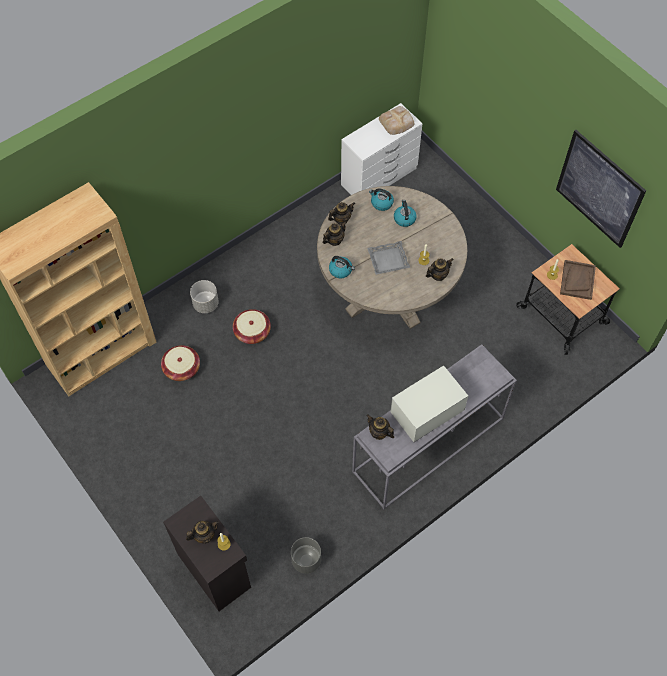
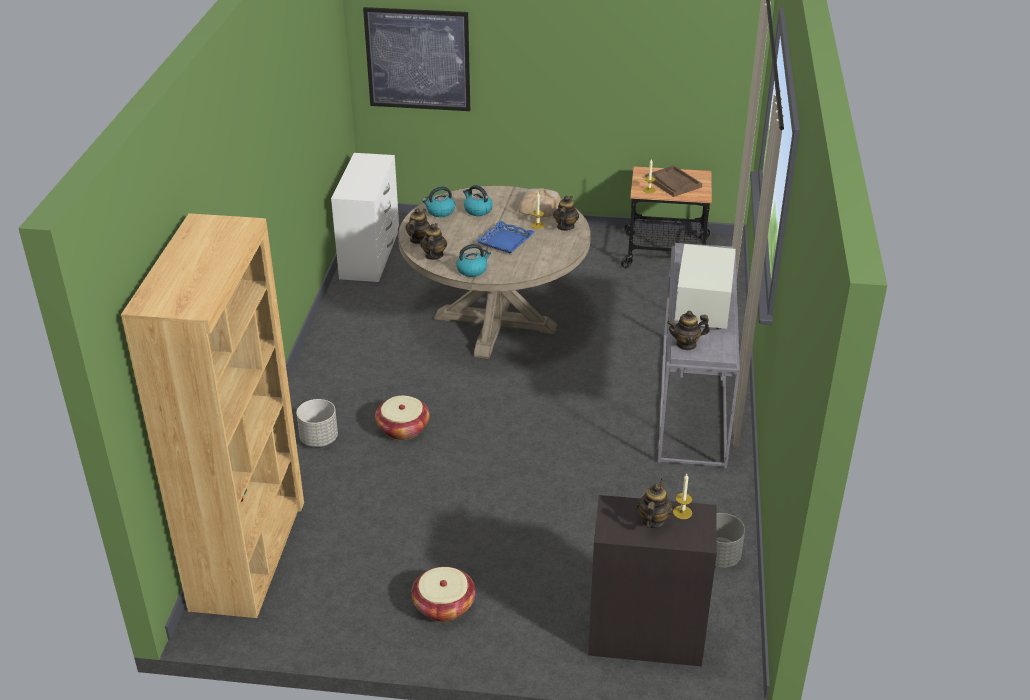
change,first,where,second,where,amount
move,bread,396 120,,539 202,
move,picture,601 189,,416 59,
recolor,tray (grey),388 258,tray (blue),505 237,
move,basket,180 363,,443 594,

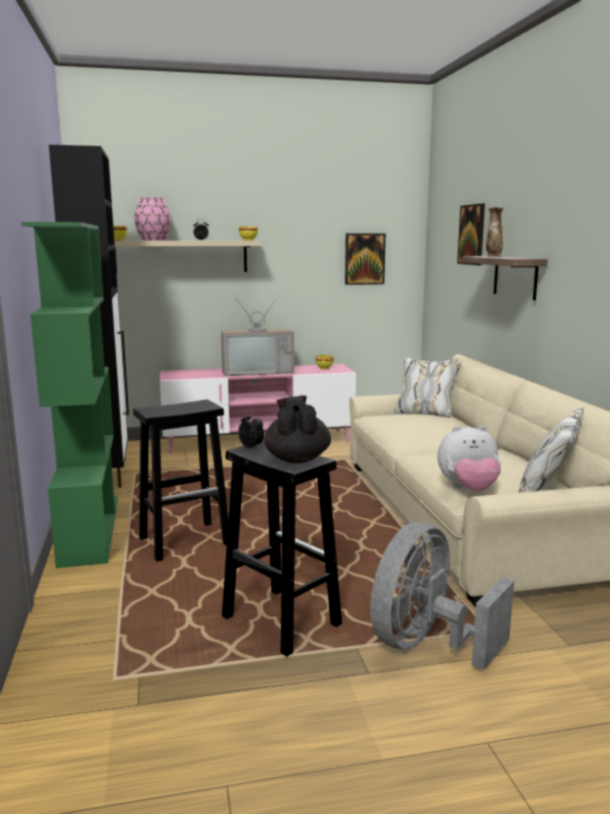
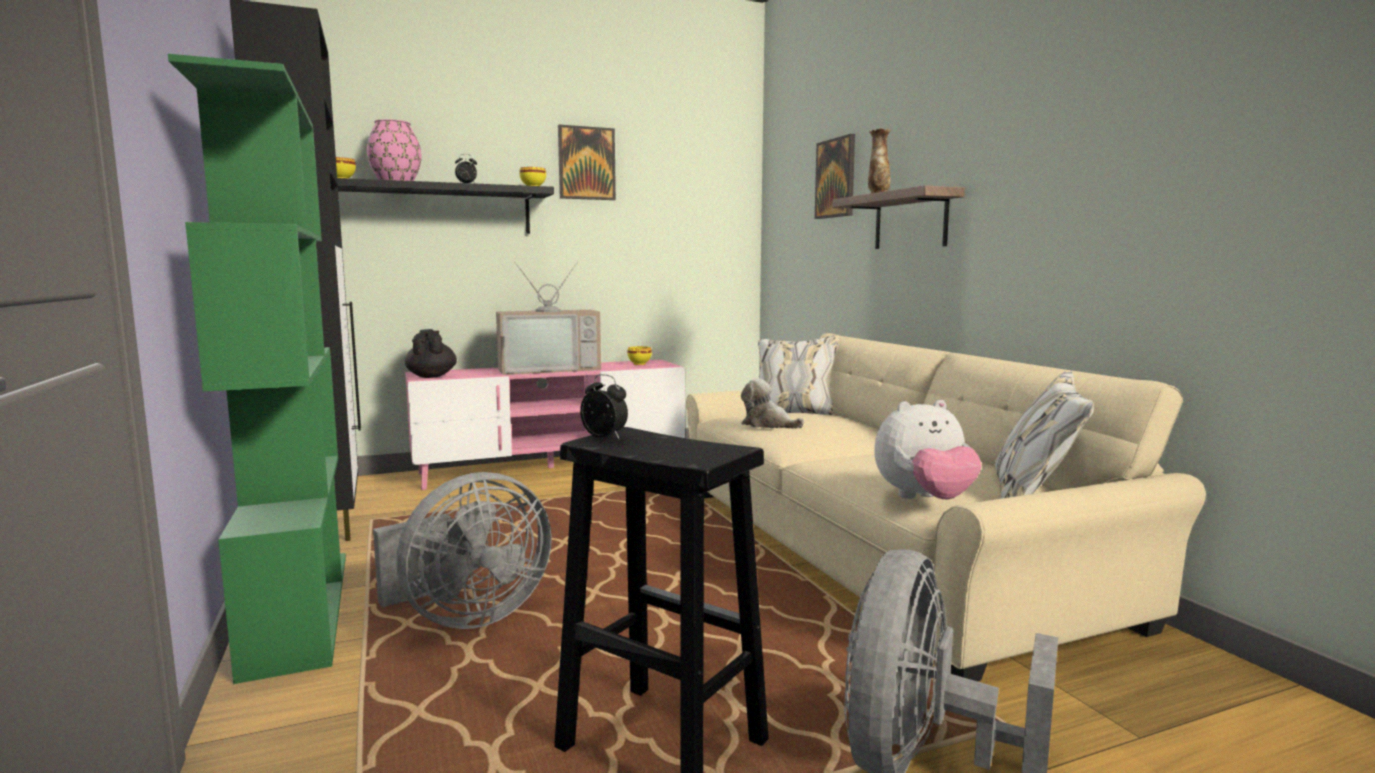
change,first,where,second,where,amount
move,picture,365 259,,587 162,
recolor,shelf (beige),188 256,shelf (black),445 206,
move,teapot (black),297 429,,431 353,
replace,stool (black),180 480,fan (grey),462 550,
insert,,,plush toy,772 404,

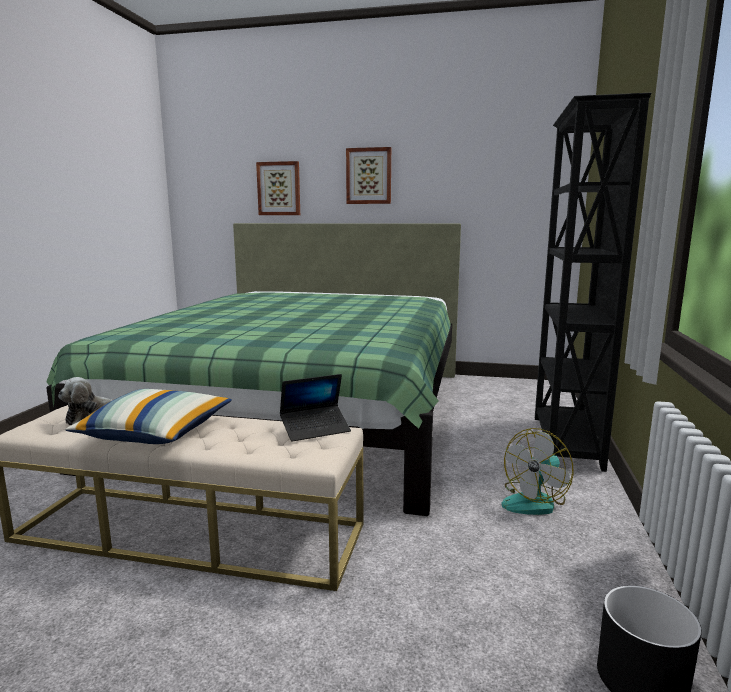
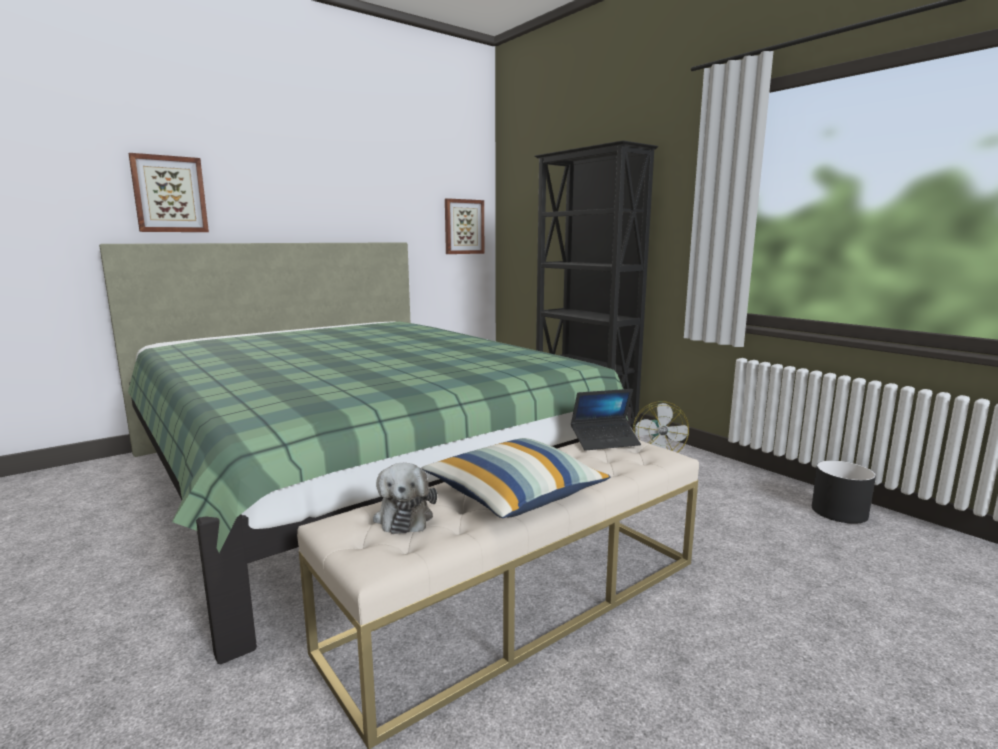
change,first,where,second,where,amount
move,picture,368 175,,464 226,
rotate,laptop,315 408,,606 420,60 degrees clockwise

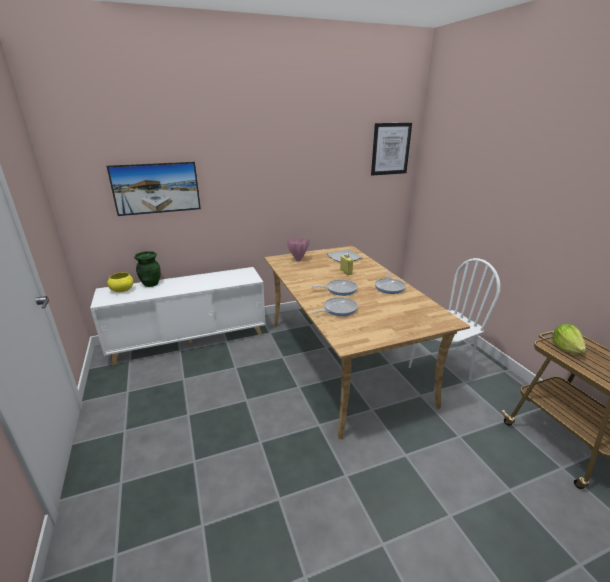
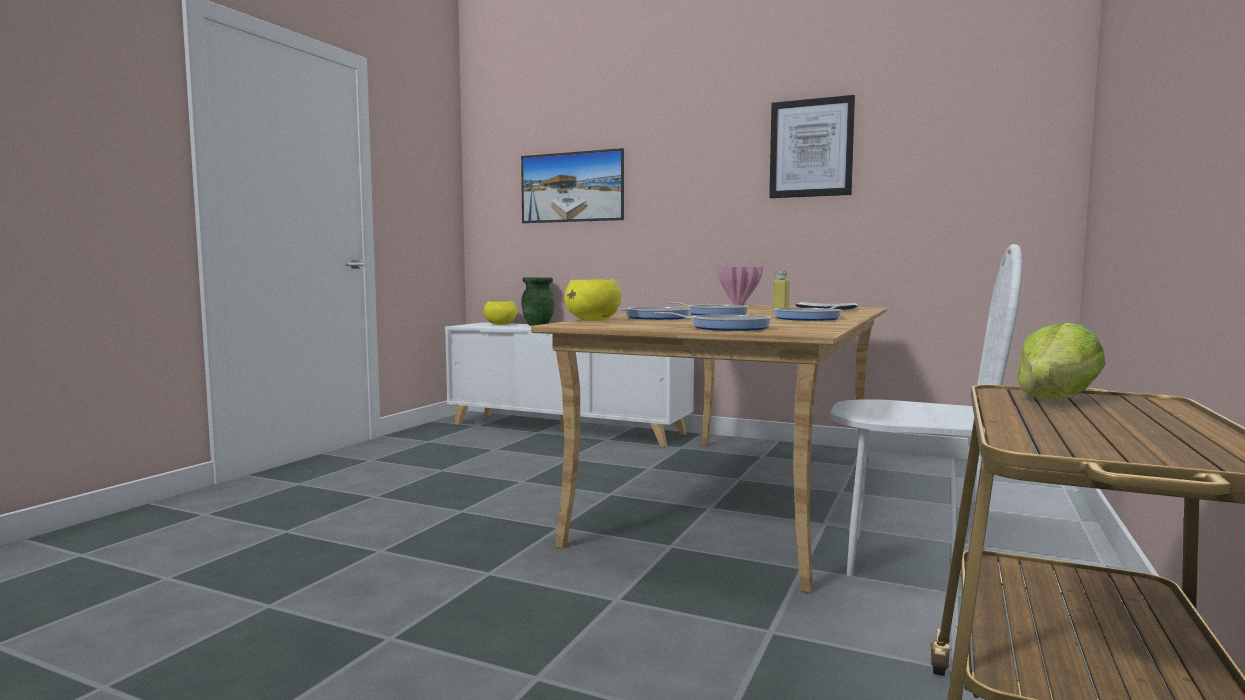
change,first,where,second,where,amount
move,picture,391 149,,812 146,
insert,,,bowl (yellow),593 300,
insert,,,frying pan,712 321,

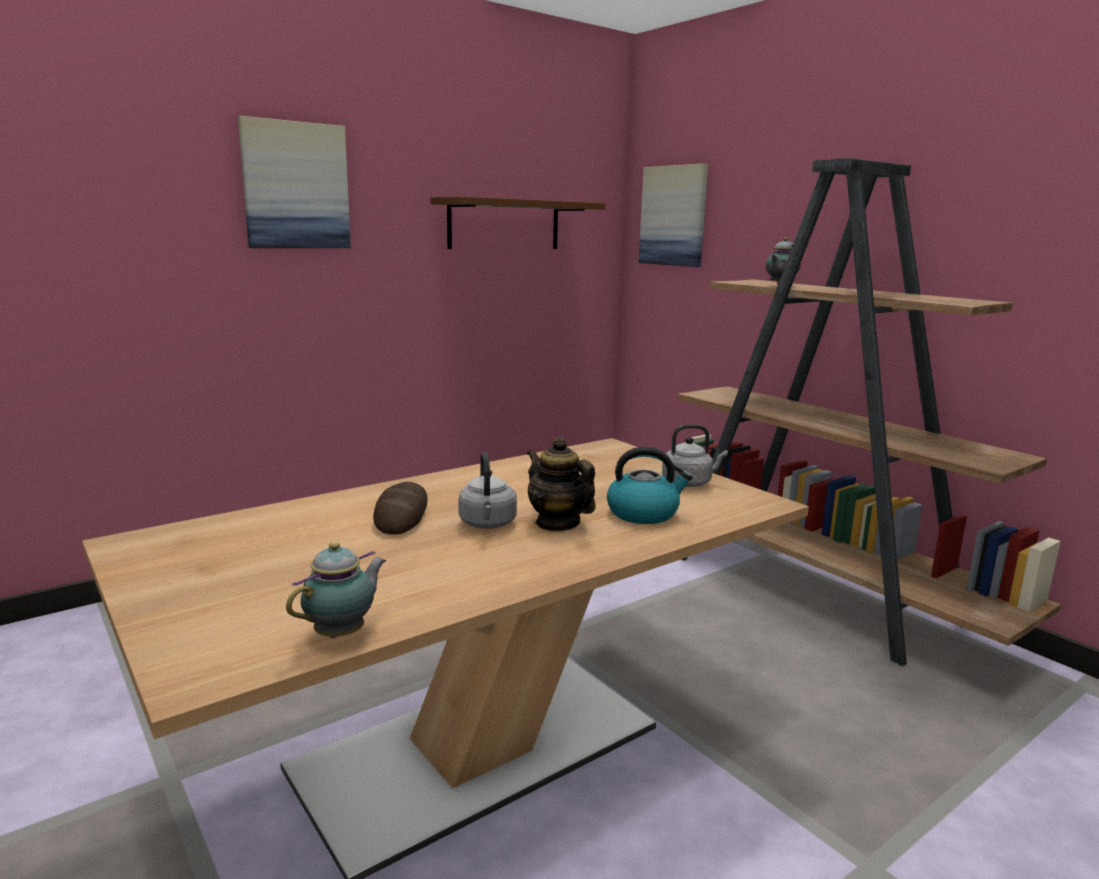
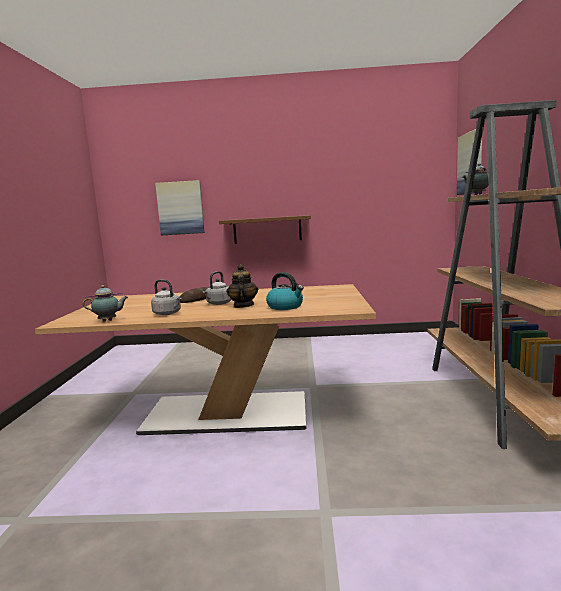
change,first,where,second,where,amount
move,picture,294 182,,180 207,
move,shelf (brown),517 222,,265 229,
move,kettle (grey),695 455,,166 297,

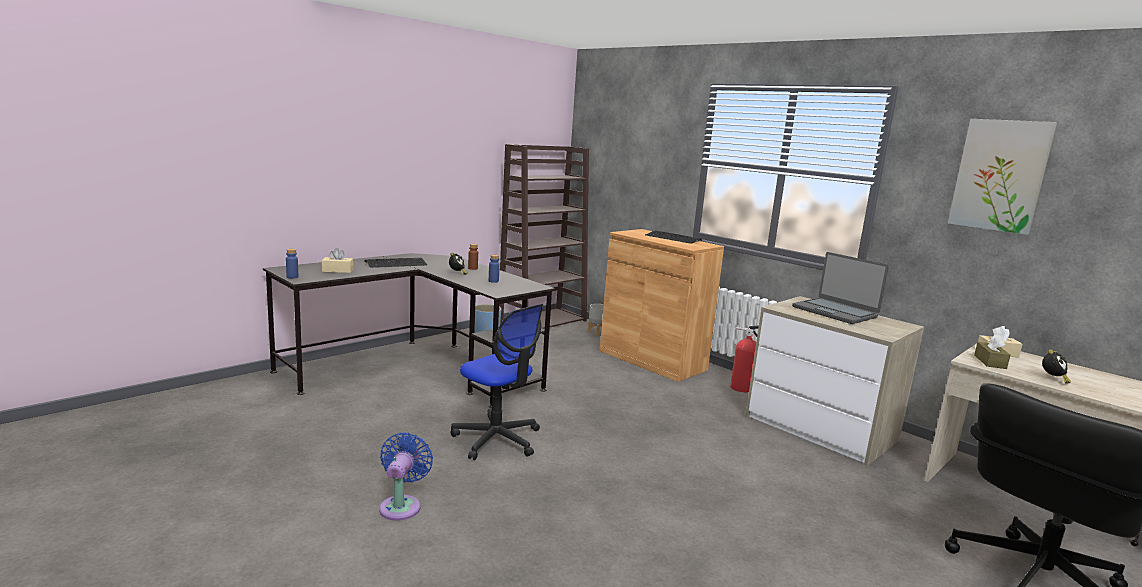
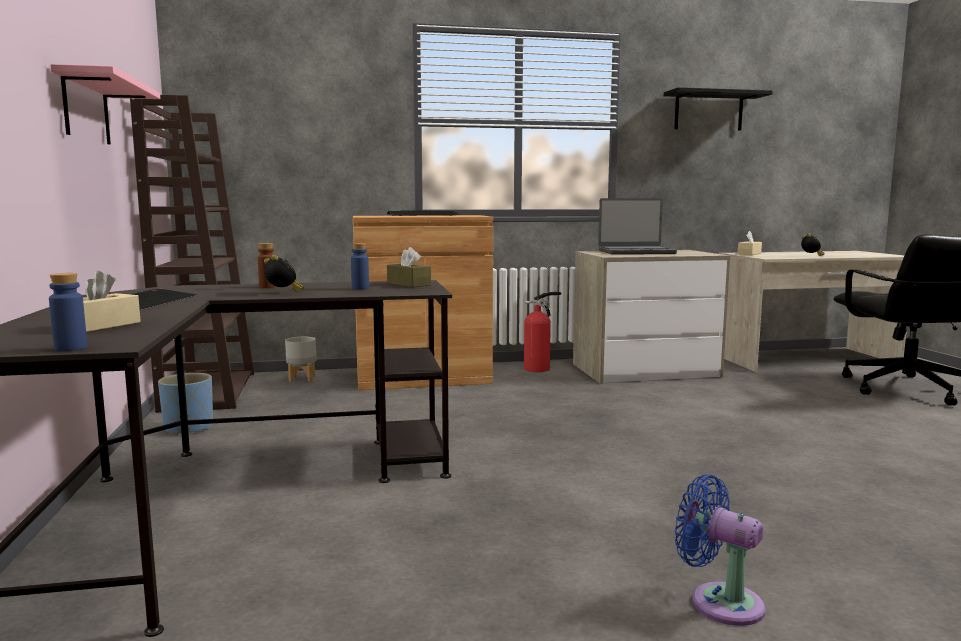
change,first,where,second,where,amount
replace,picture,1002 177,shelf (black),718 109,
delete,office chair,497 382,,,
move,tissue box (brown),992 351,,409 267,
insert,,,shelf (pink),105 104,

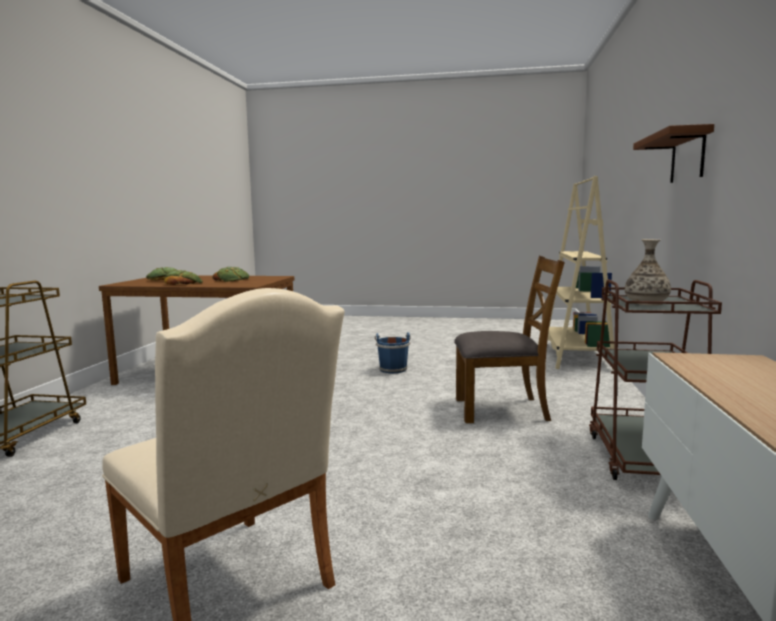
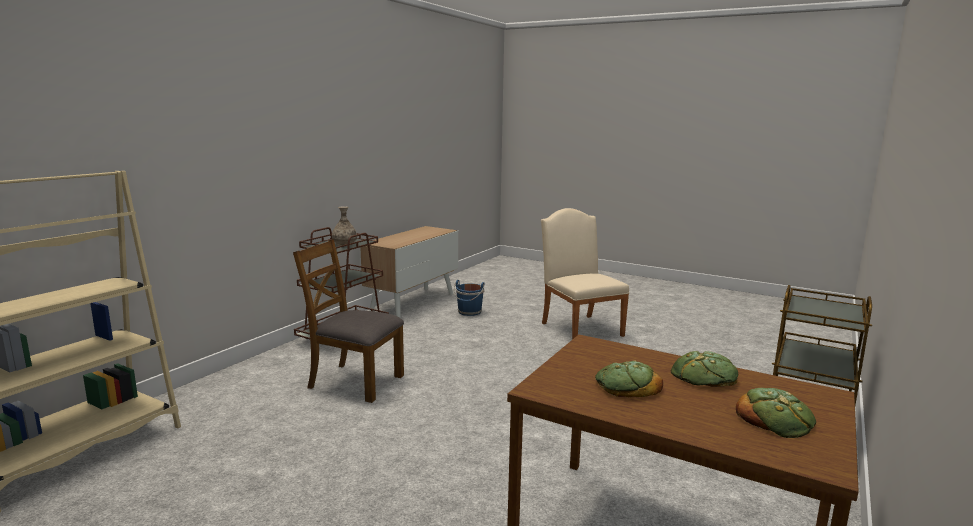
change,first,where,second,where,amount
delete,shelf (brown),673 153,,,
move,bucket (blue),392 353,,469 298,

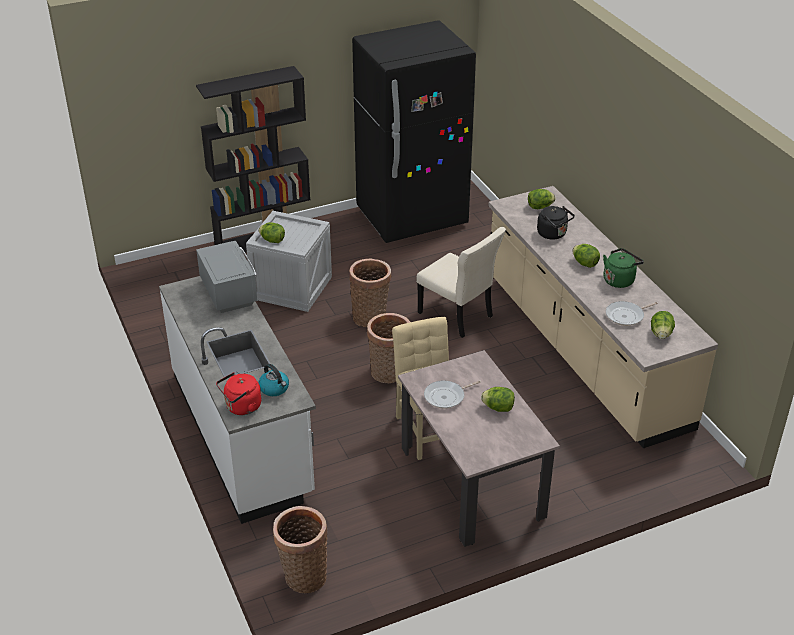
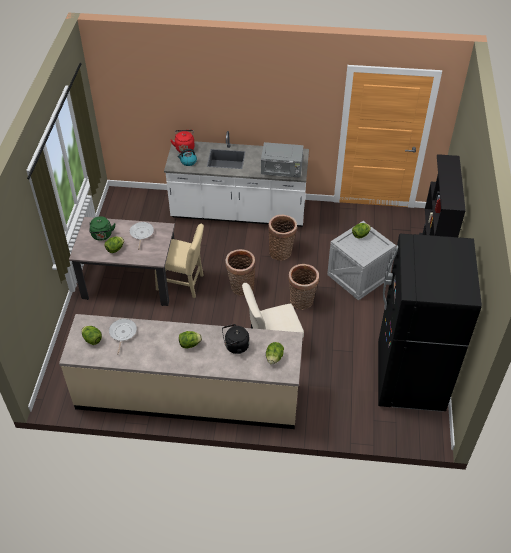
change,first,where,second,where,amount
move,kettle (green),623 268,,102 228,
move,basket,300 549,,282 238,

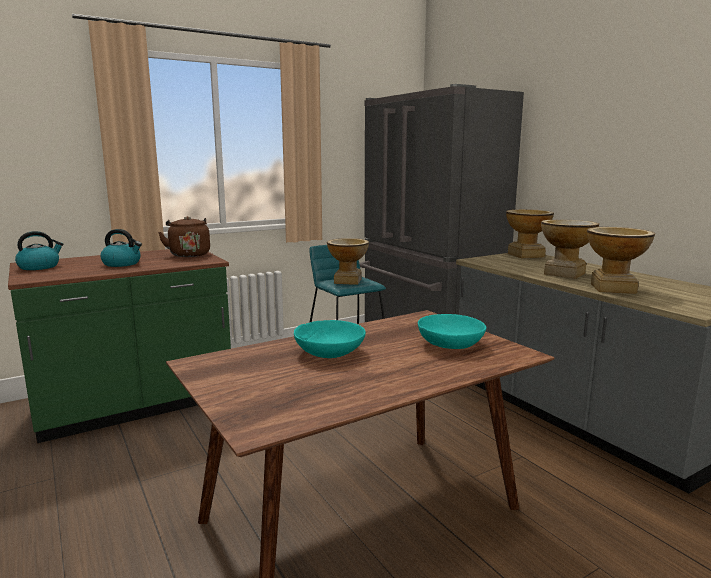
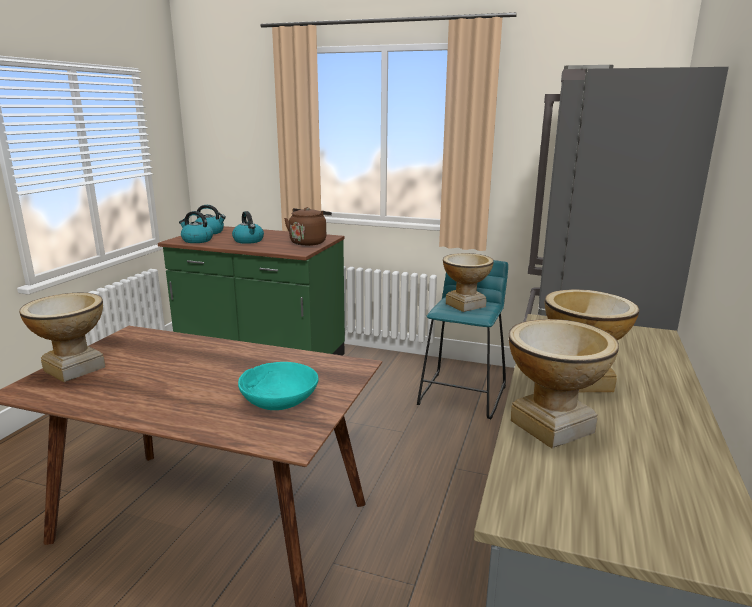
change,first,where,second,where,amount
move,vase,530 233,,62 337,
delete,bowl (turquoise),330 339,,,
insert,,,kettle,196 227,

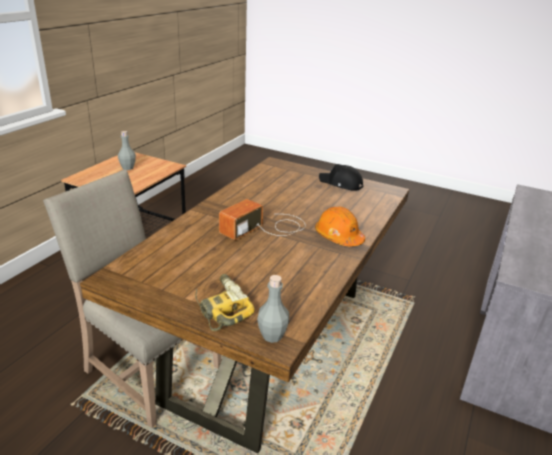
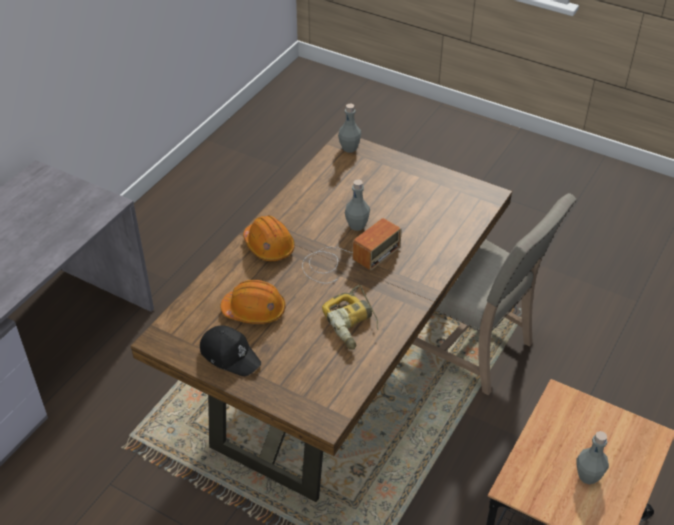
change,first,where,second,where,amount
move,power drill,225 302,,350 317,
insert,,,bottle (grey),357 205,
insert,,,hard hat (orange),253 302,

